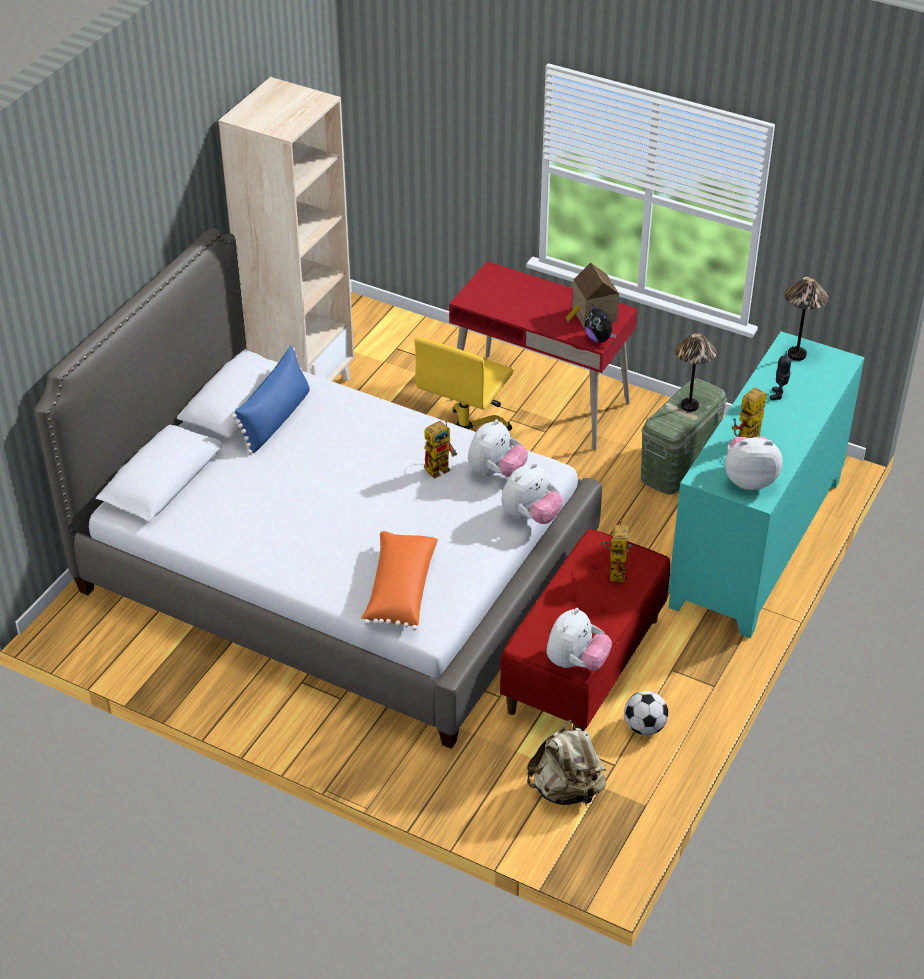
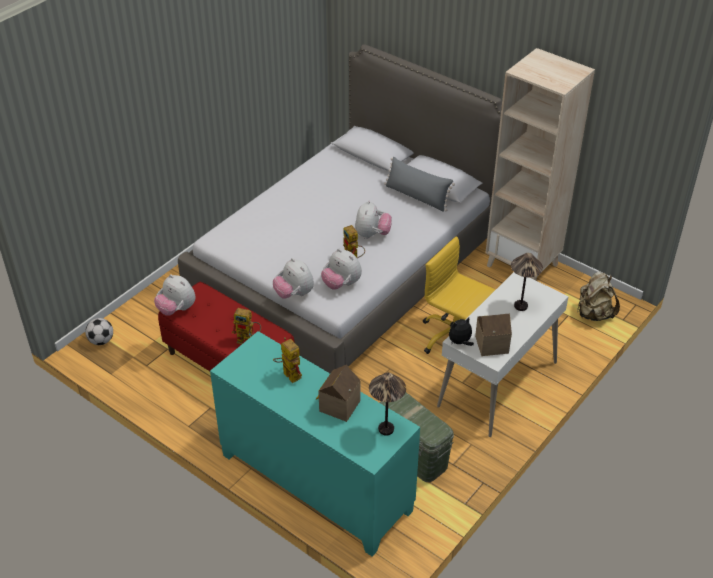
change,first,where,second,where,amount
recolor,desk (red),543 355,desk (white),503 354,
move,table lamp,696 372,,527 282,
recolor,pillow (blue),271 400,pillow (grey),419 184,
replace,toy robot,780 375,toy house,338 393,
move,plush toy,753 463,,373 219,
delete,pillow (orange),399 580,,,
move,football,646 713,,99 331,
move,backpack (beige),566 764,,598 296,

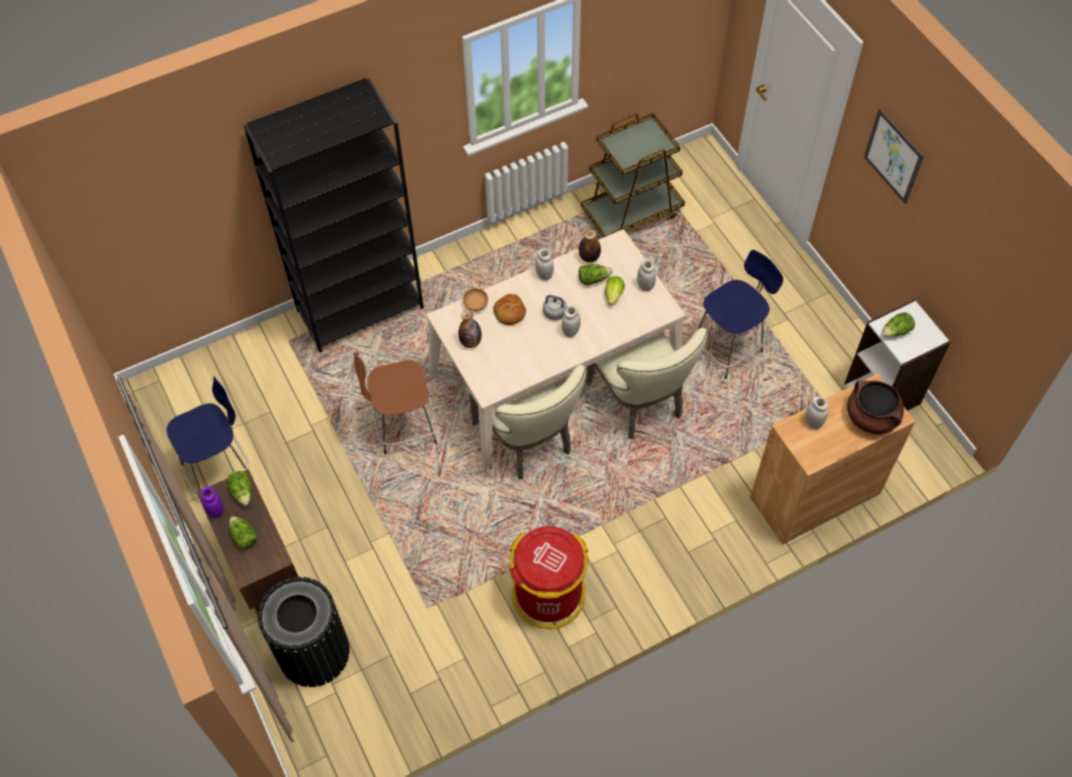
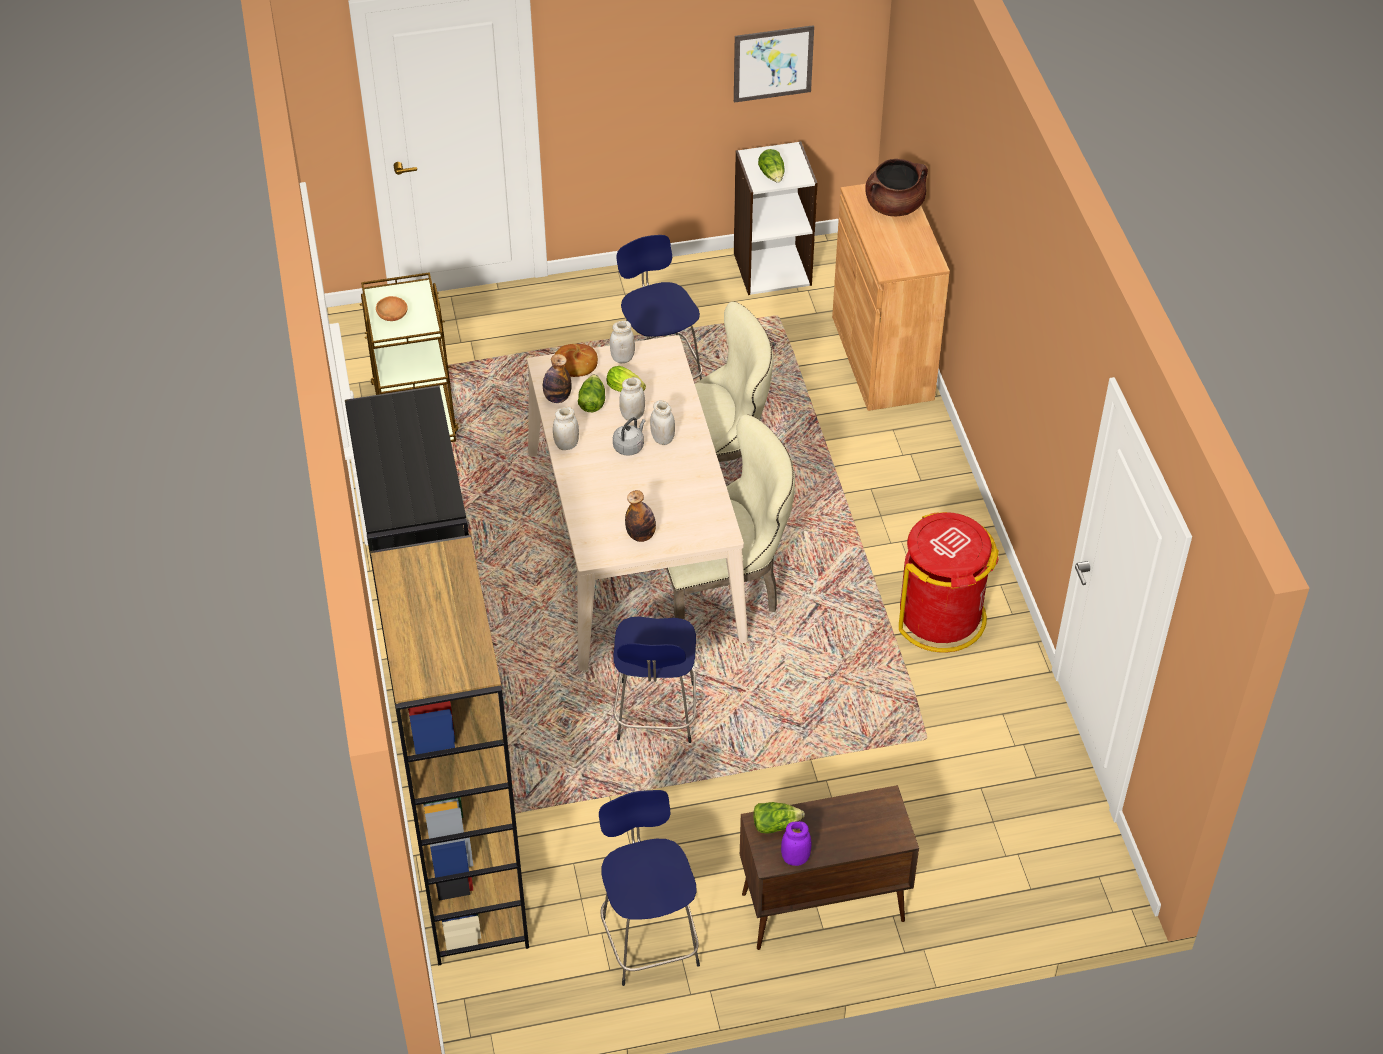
change,first,where,second,where,amount
move,picture,894 156,,774 64,
move,bowl (brown),475 299,,392 308,
move,bread,509 309,,576 360,
recolor,stool (brown),395 403,stool (blue),654 679,
move,jar (white),816 412,,632 399,
delete,lettuce,243 533,,,
delete,trash can (black),304 632,,,
insert,,,bookcase (brown),449 750,

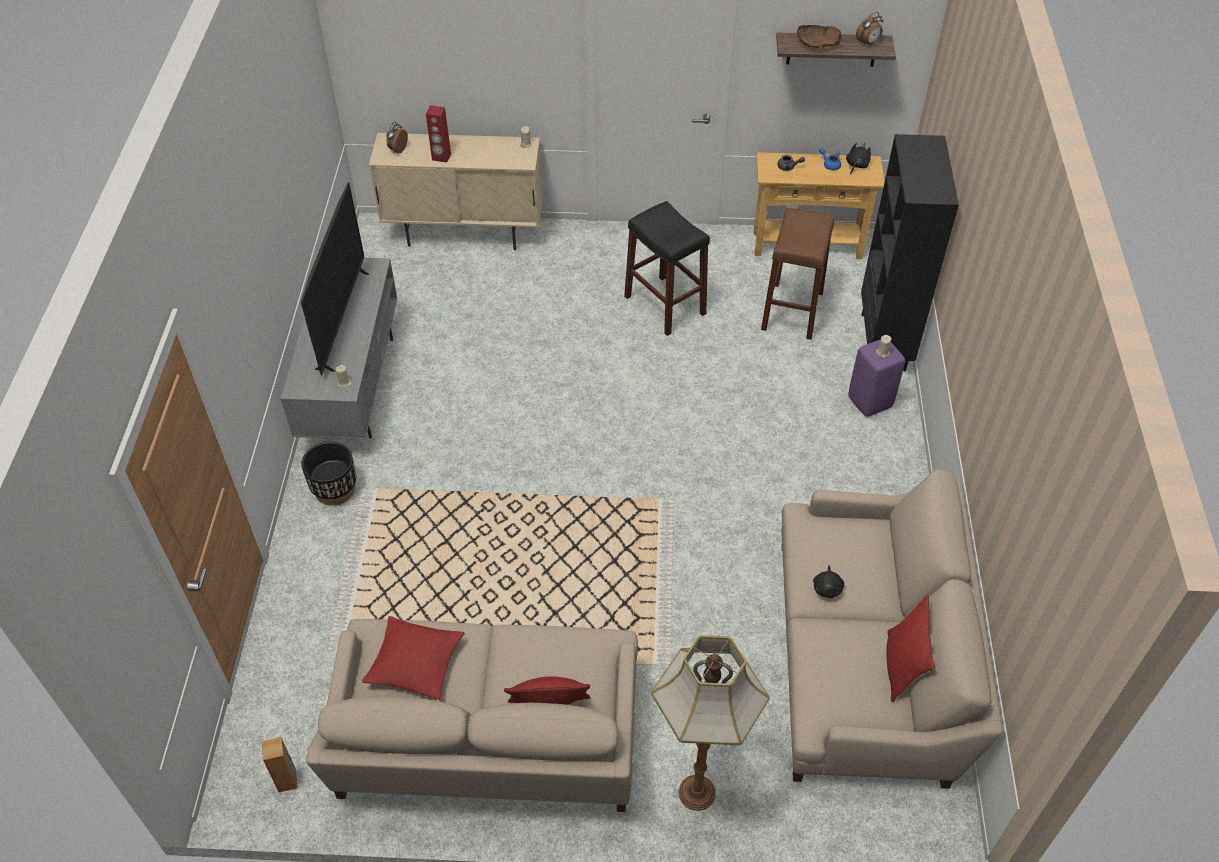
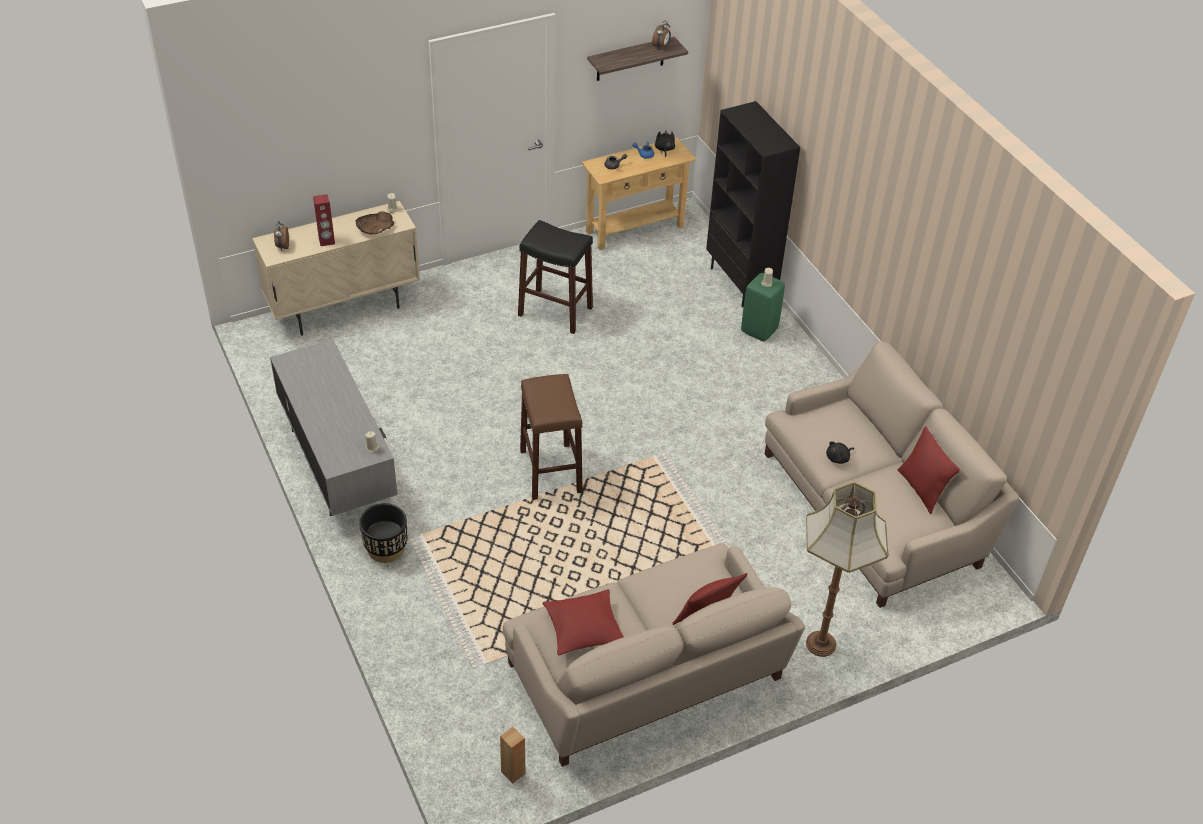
change,first,where,second,where,amount
move,bowl (brown),819 36,,375 223,
delete,television,335 279,,,
move,stool (brown),797 274,,551 437,
recolor,stool (purple),876 378,stool (green),763 307,
rotate,plush toy (black),828 581,,840 452,75 degrees clockwise

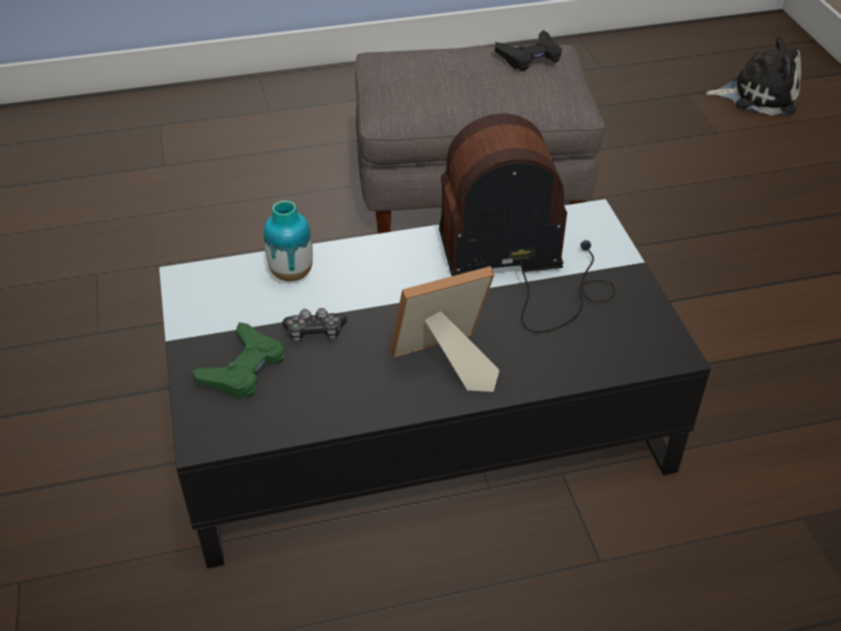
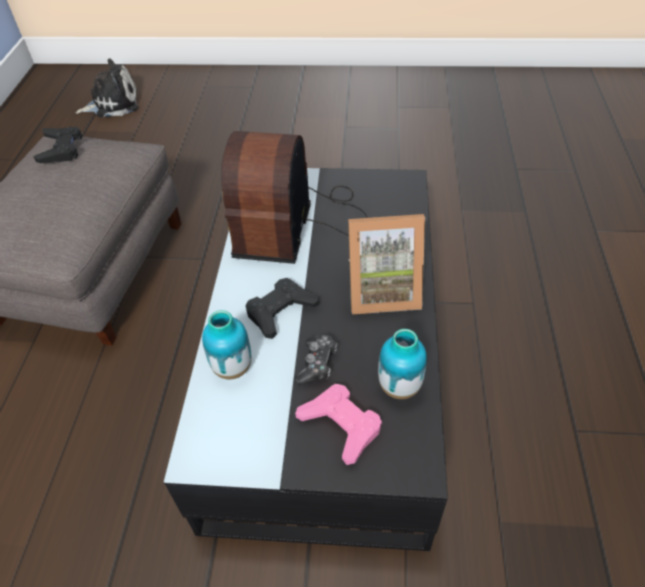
change,first,where,second,where,amount
rotate,plush toy,753 75,,106 88,45 degrees clockwise
rotate,picture frame,444 329,,386 264,90 degrees counterclockwise
recolor,game controller (green),238 360,game controller (pink),338 424,
insert,,,game controller (black),282 308,
insert,,,vase,402 364,

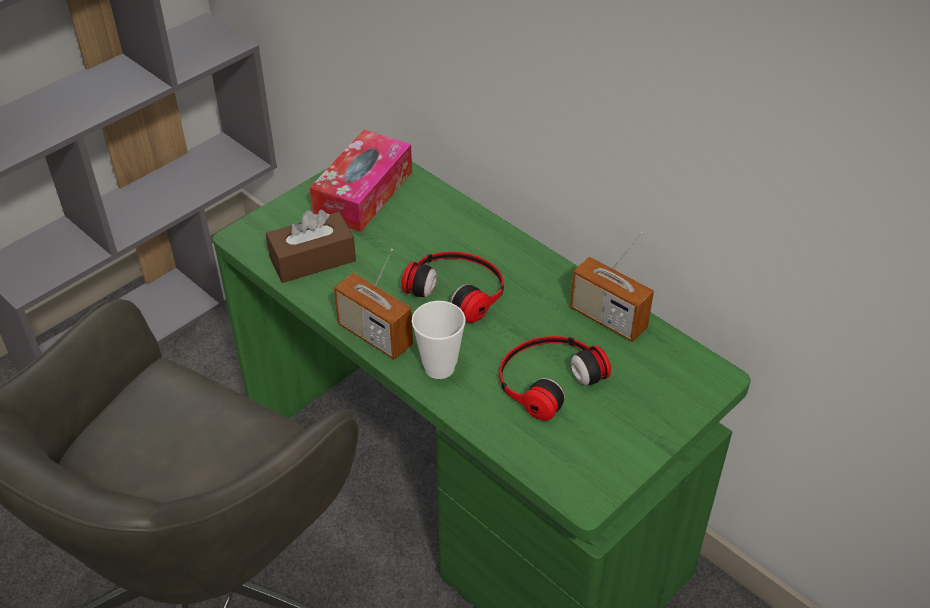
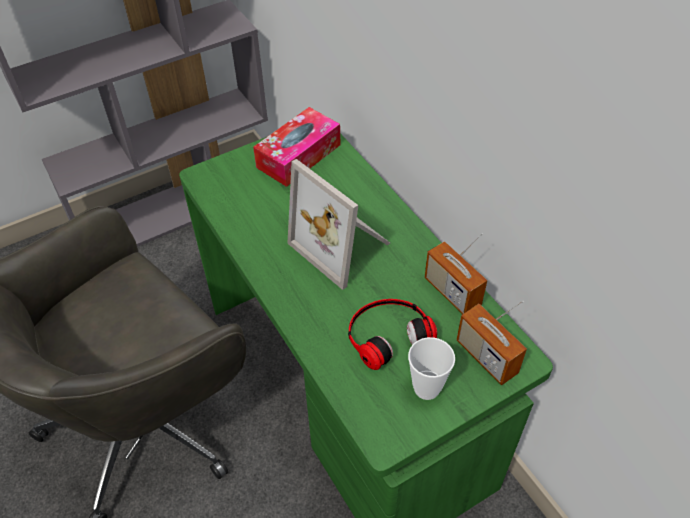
change,first,where,second,where,amount
delete,tissue box (brown),311 246,,,
move,radio,373 304,,492 343,
replace,headphones,453 287,picture frame,338 224,
move,cup,439 340,,431 368,

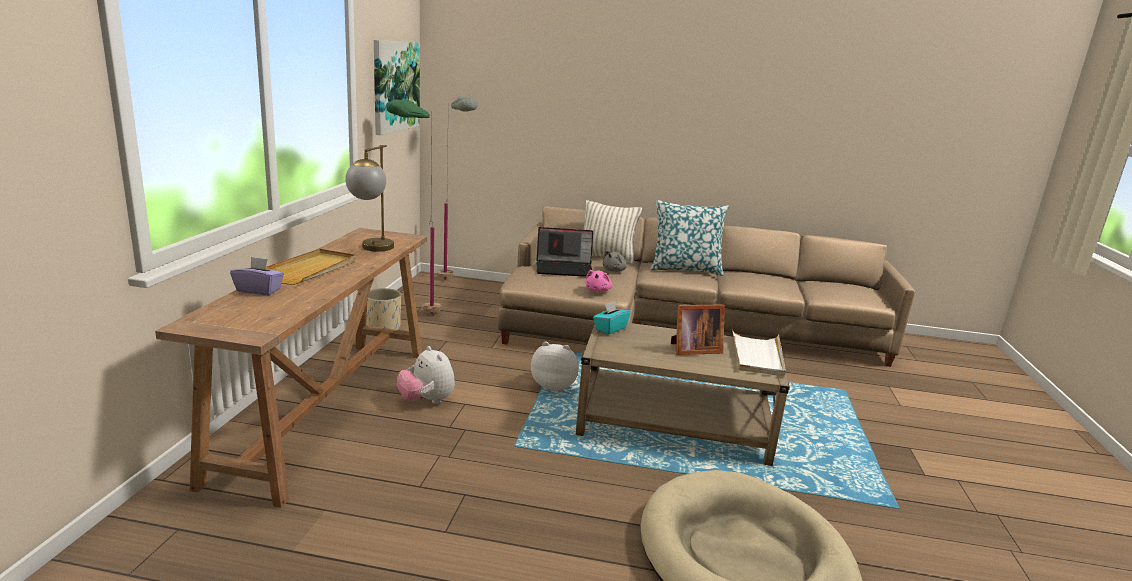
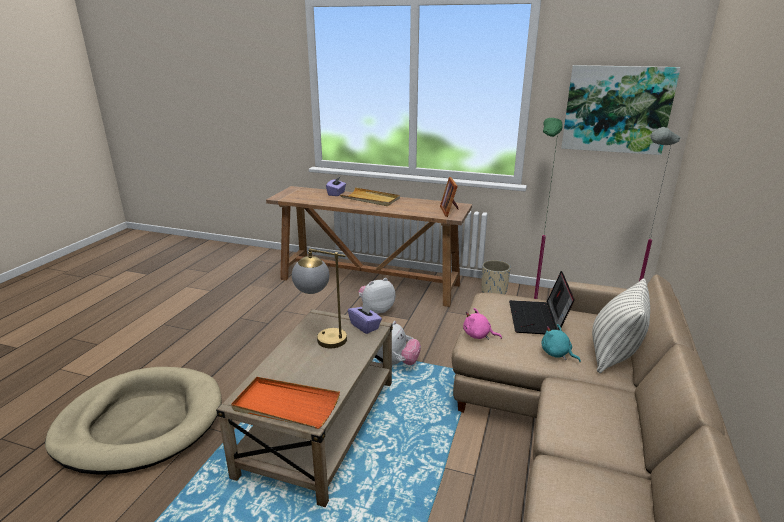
change,first,where,second,where,amount
move,table lamp,369 198,,319 298,
delete,pillow,689 238,,,
recolor,plush toy (grey),615 261,plush toy (turquoise),561 343,
recolor,tissue box (turquoise),612 317,tissue box (purple),365 318,
move,picture frame,698 329,,449 197,
recolor,tray (white),759 352,tray (orange),285 403,

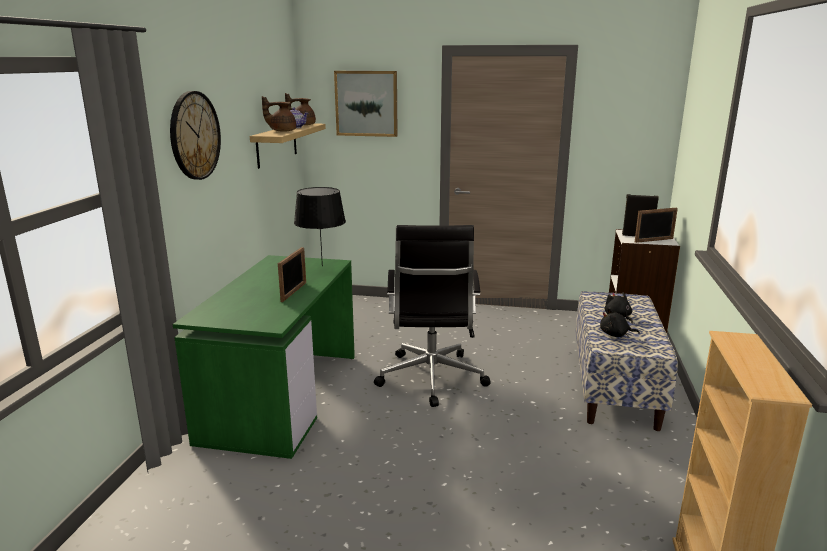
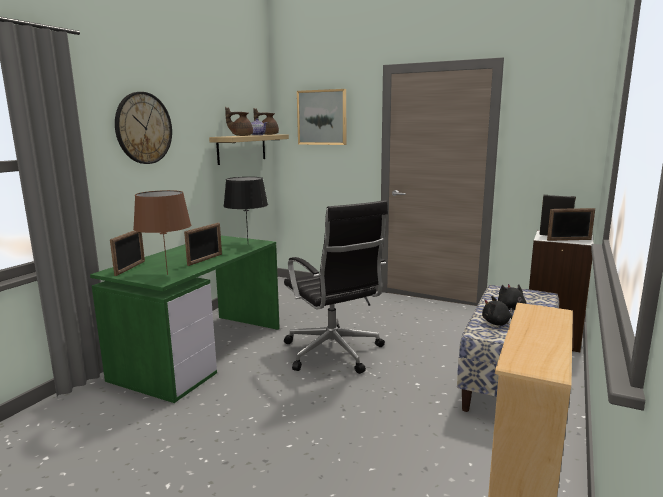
change,first,where,second,where,amount
rotate,office chair (black),432 316,,336 287,45 degrees counterclockwise
insert,,,table lamp (brown),162 232,
insert,,,picture frame,127 253,

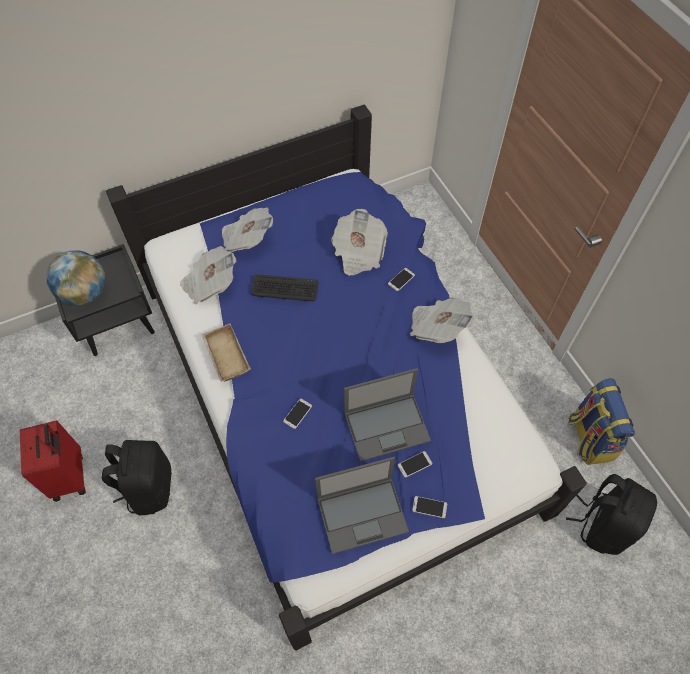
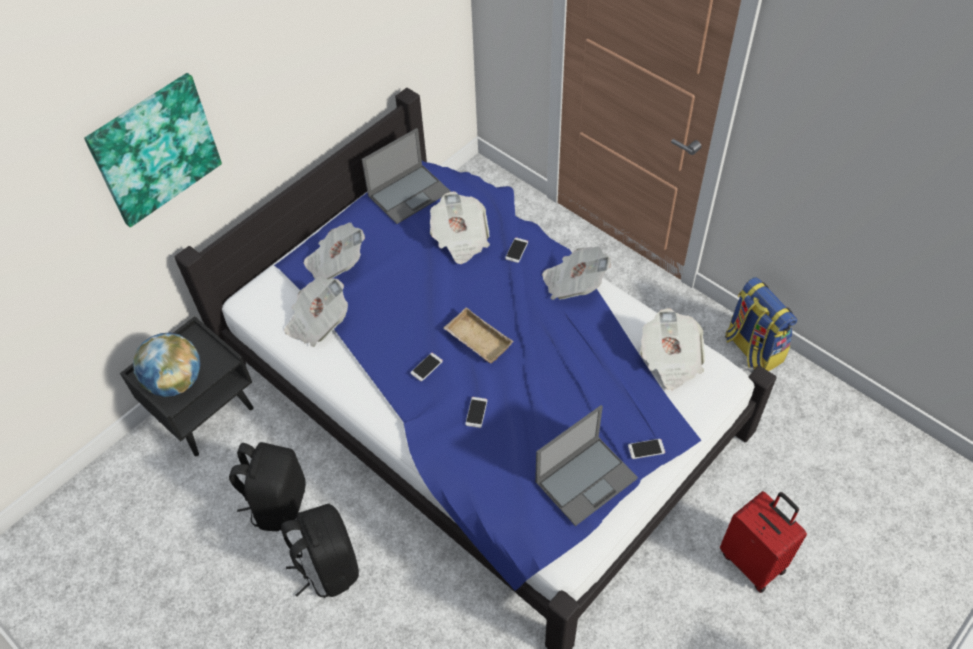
change,first,where,second,where,amount
delete,keyboard,285 287,,,
move,tray (beige),226 352,,478 335,
move,laptop,387 415,,406 176,
move,suitcase (red),53 461,,763 542,
move,phone,415 464,,426 367,
move,backpack (black),611 514,,267 486,
insert,,,picture,153 150,
insert,,,newspaper,672 349,

